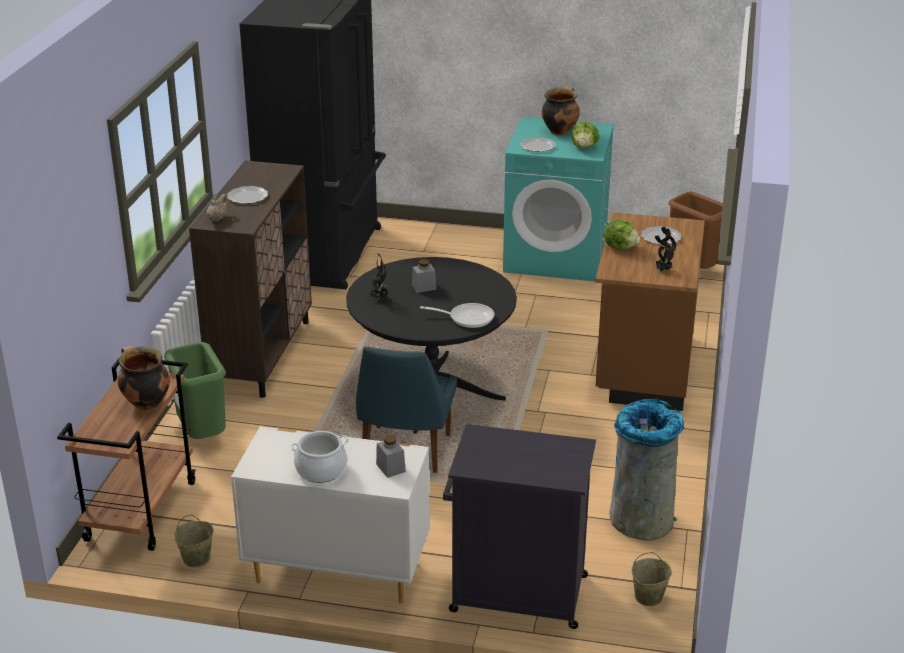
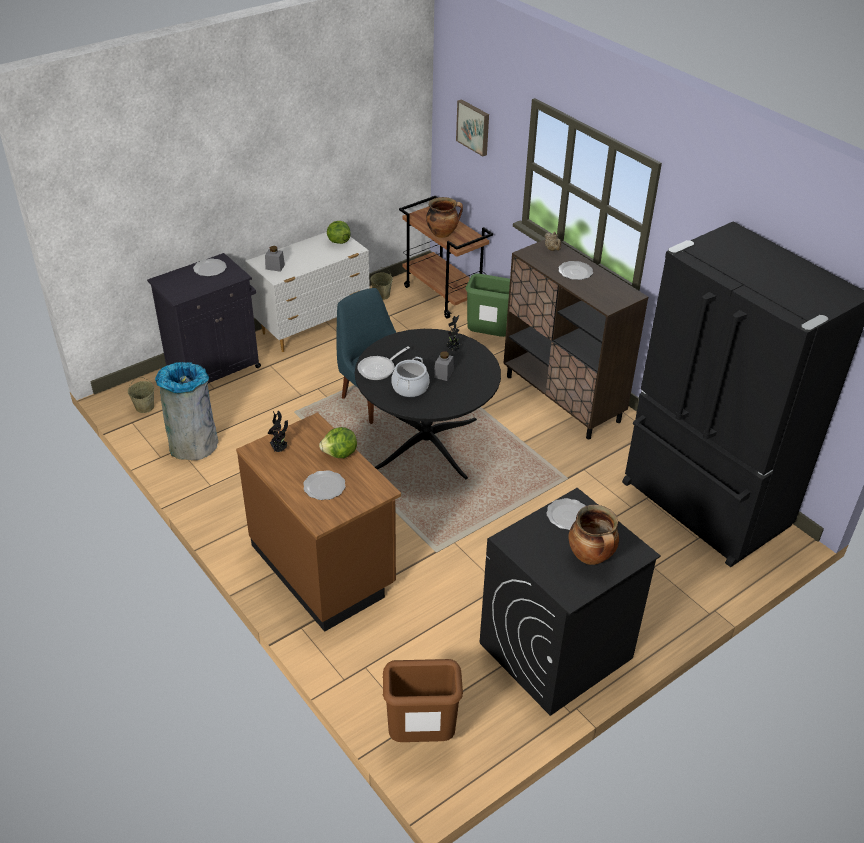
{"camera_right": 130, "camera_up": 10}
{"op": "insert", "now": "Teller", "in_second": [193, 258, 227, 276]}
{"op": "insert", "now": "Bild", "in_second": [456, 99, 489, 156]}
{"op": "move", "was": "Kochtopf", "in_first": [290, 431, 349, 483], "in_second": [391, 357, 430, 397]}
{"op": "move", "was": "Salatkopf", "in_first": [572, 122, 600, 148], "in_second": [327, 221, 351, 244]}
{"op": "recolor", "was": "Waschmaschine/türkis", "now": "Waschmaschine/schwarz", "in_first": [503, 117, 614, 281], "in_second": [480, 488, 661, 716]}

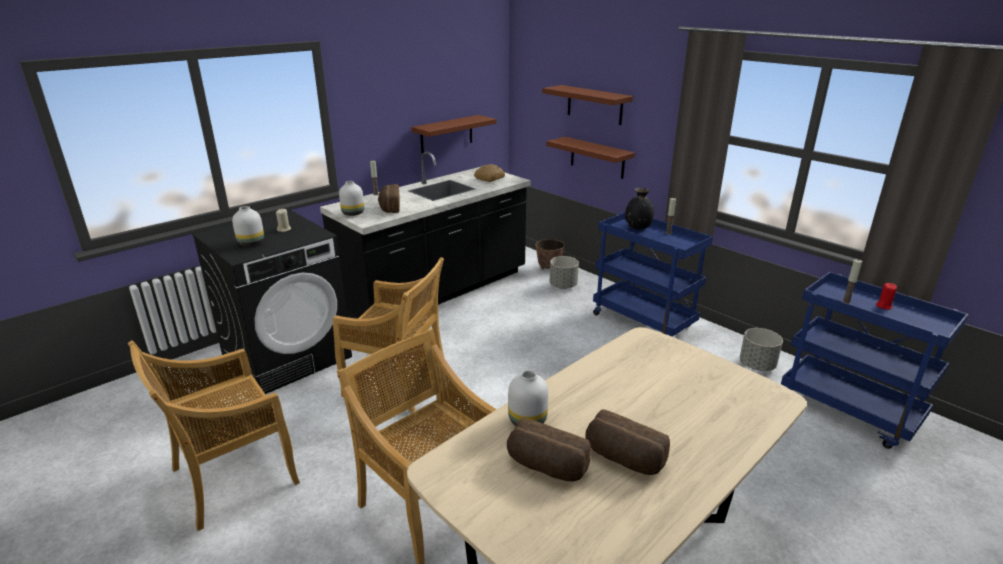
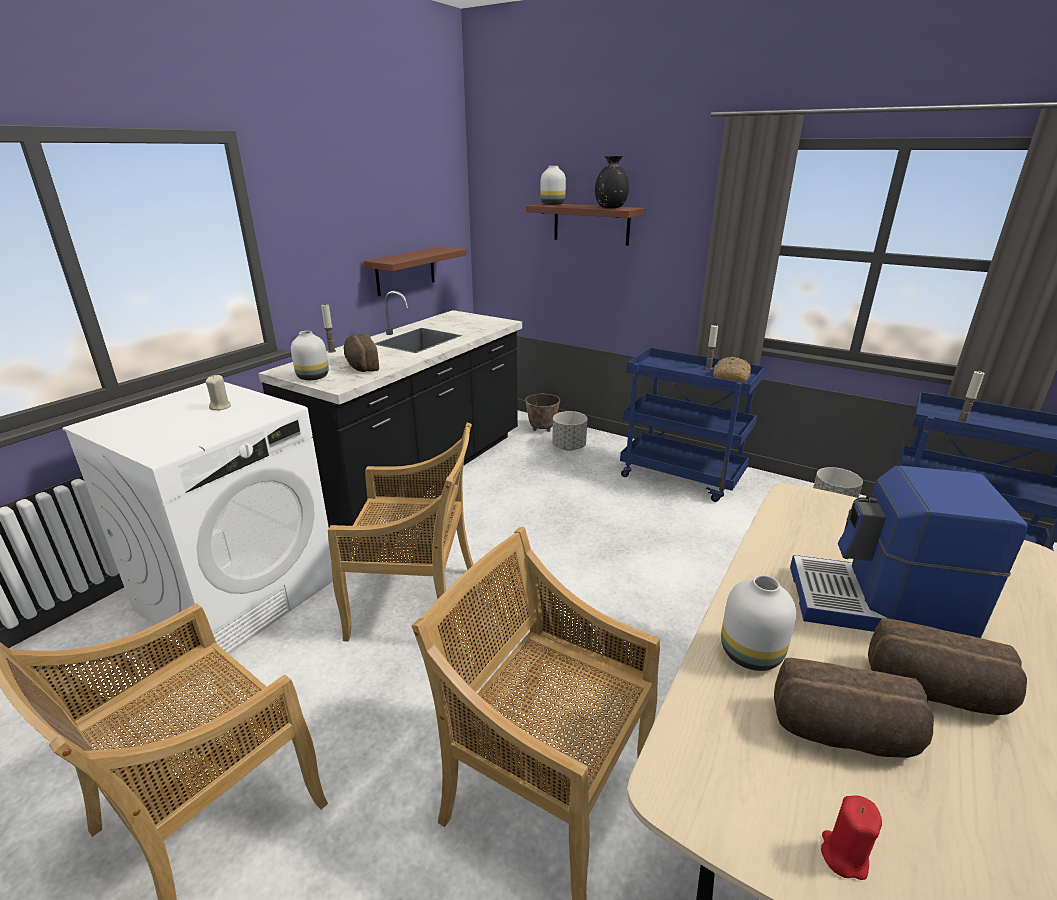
{"camera_right": -15, "camera_up": 0}
{"op": "delete", "was": "Wandregal/braun", "in_first": [546, 137, 635, 179]}
{"op": "insert", "now": "Kaffeemaschine", "in_second": [790, 465, 1028, 638]}
{"op": "move", "was": "Vase/weiß", "in_first": [232, 206, 264, 247], "in_second": [540, 166, 566, 205]}
{"op": "move", "was": "Brot", "in_first": [474, 164, 505, 182], "in_second": [713, 357, 751, 383]}
{"op": "move", "was": "Vase/schwarz", "in_first": [625, 188, 654, 230], "in_second": [595, 156, 629, 208]}
{"op": "move", "was": "Kerze/rot", "in_first": [876, 283, 897, 310], "in_second": [821, 796, 882, 880]}
{"op": "recolor", "was": "Waschmaschine/schwarz", "now": "Waschmaschine/weiß", "in_first": [192, 210, 352, 394], "in_second": [62, 382, 333, 654]}

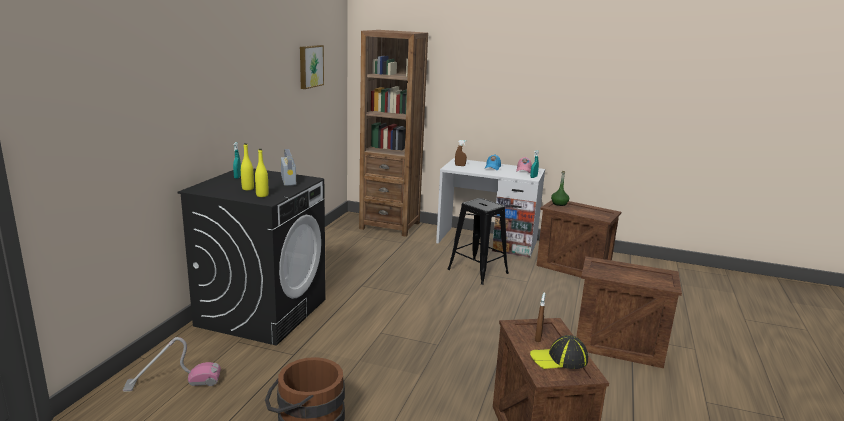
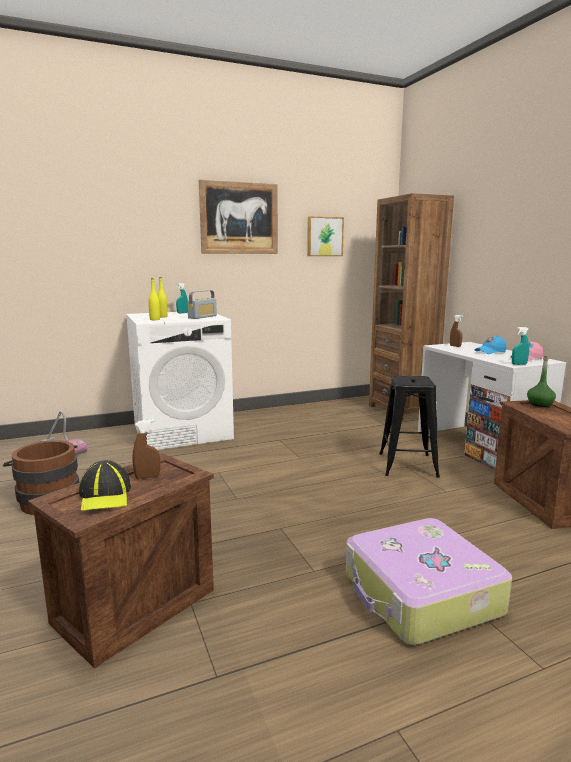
{"camera_right": 50, "camera_up": -5}
{"op": "insert", "now": "Bild", "in_second": [199, 179, 278, 254]}
{"op": "replace", "was": "Kiste", "now": "Koffer", "in_first": [576, 256, 682, 368], "in_second": [346, 518, 512, 645]}
{"op": "recolor", "was": "Waschmaschine/schwarz", "now": "Waschmaschine/weiß", "in_first": [178, 169, 326, 346], "in_second": [126, 312, 234, 450]}
{"op": "rotate", "was": "Kappe", "in_first": [530, 335, 588, 369], "in_second": [79, 460, 131, 511], "clockwise": -150}

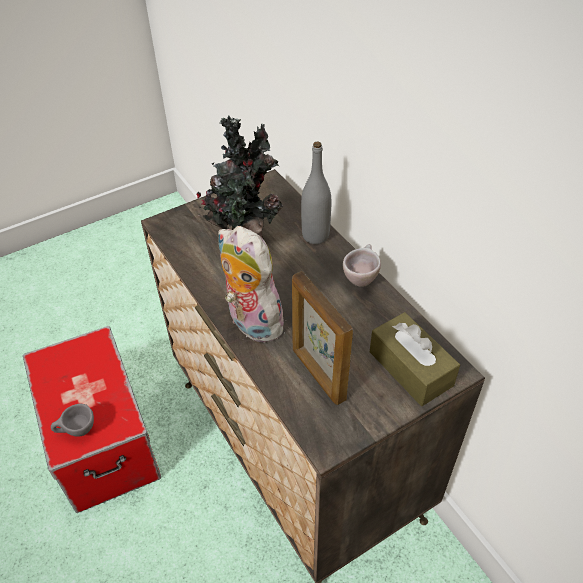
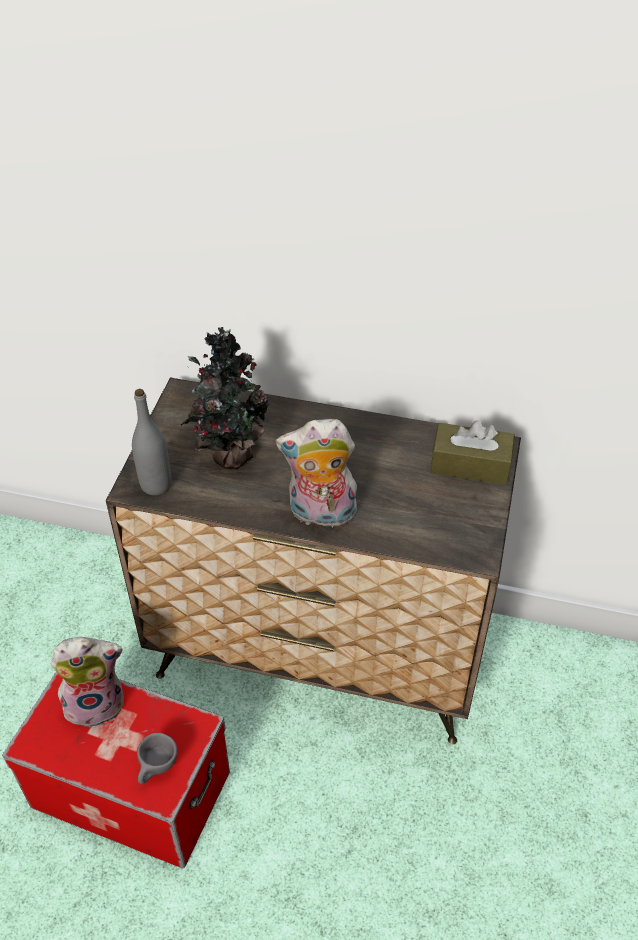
{"camera_right": -45, "camera_up": 0}
{"op": "delete", "was": "Bilderrahmen", "in_first": [292, 271, 353, 405]}
{"op": "delete", "was": "Tasse/beige", "in_first": [343, 244, 381, 287]}
{"op": "insert", "now": "Plüschtier", "in_second": [51, 637, 124, 728]}
{"op": "move", "was": "Flasche/grau", "in_first": [301, 141, 331, 244], "in_second": [132, 389, 171, 495]}

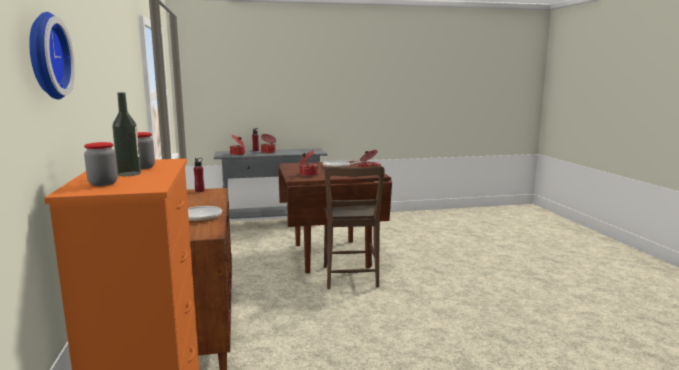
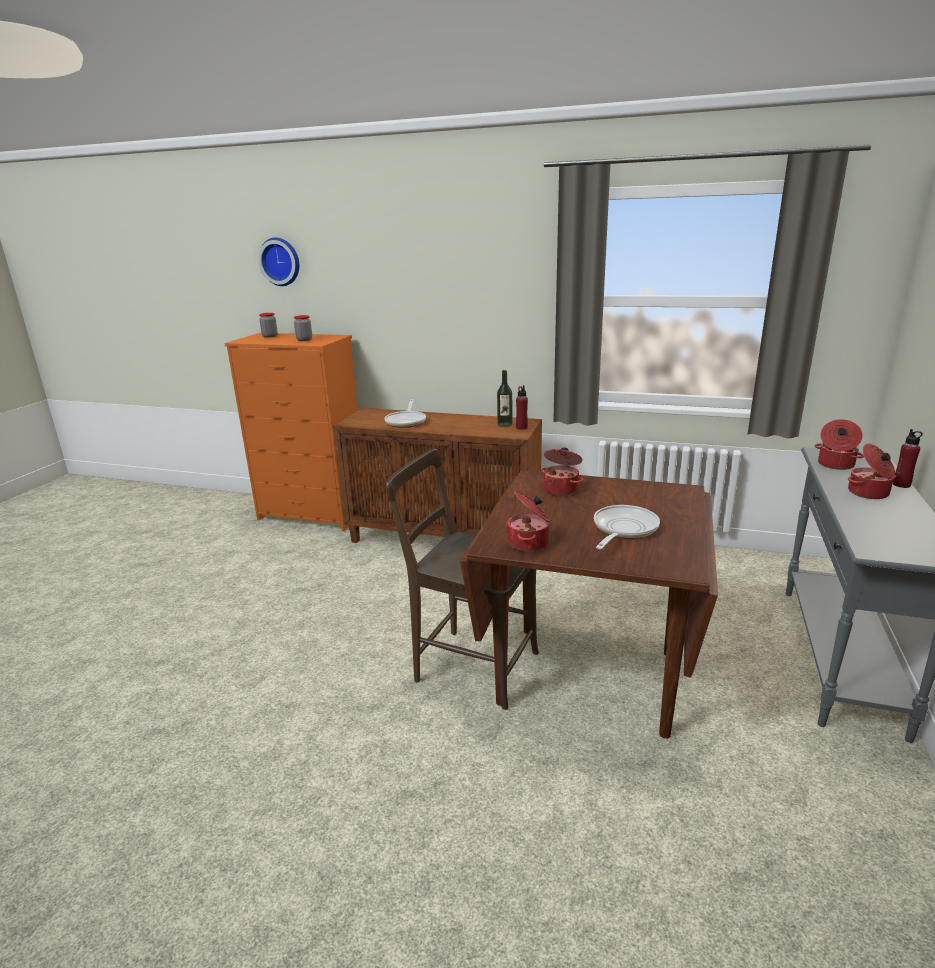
{"camera_right": 120, "camera_up": 10}
{"op": "move", "was": "Flasche", "in_first": [112, 92, 141, 176], "in_second": [497, 370, 512, 427]}

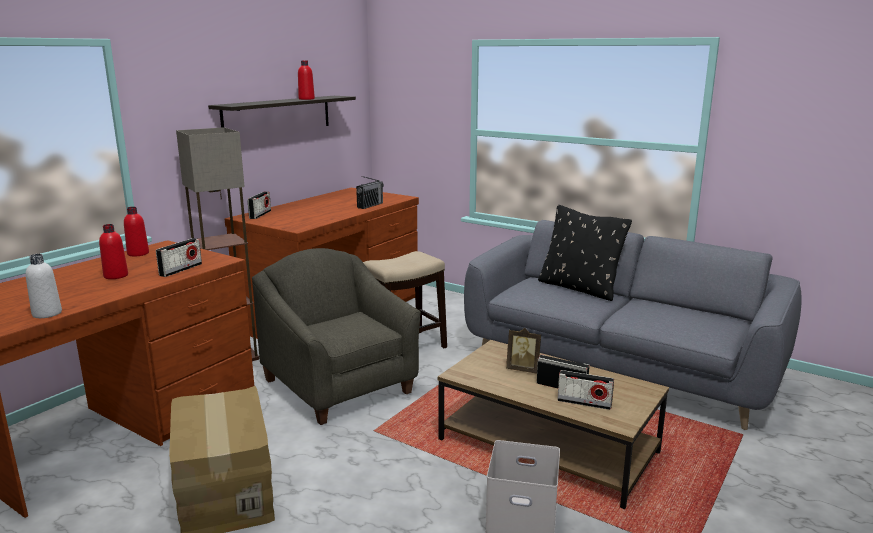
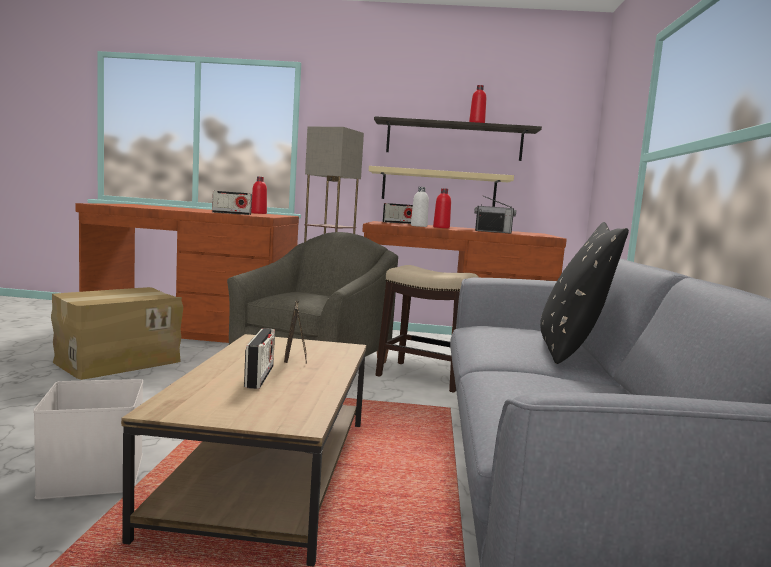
{"camera_right": 60, "camera_up": -10}
{"op": "delete", "was": "Radio", "in_first": [557, 370, 614, 410]}
{"op": "insert", "now": "Wandregal/beige", "in_second": [369, 166, 514, 207]}
{"op": "move", "was": "Flasche/weiß", "in_first": [26, 254, 62, 318], "in_second": [411, 187, 429, 227]}
{"op": "move", "was": "Flasche/rot", "in_first": [99, 224, 128, 279], "in_second": [433, 188, 451, 228]}

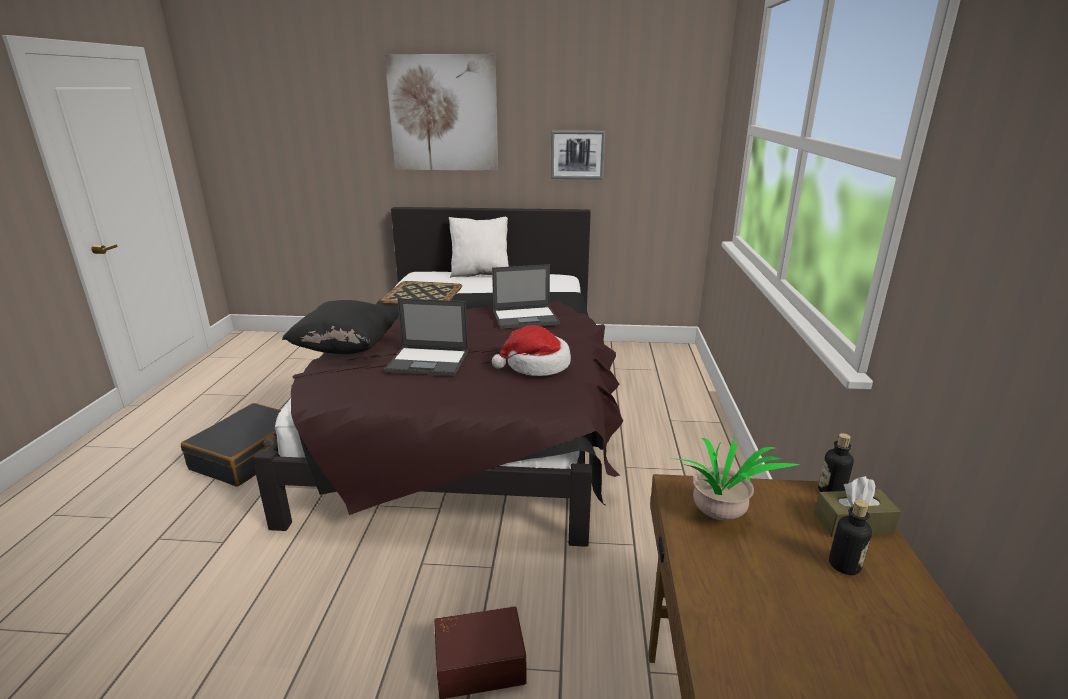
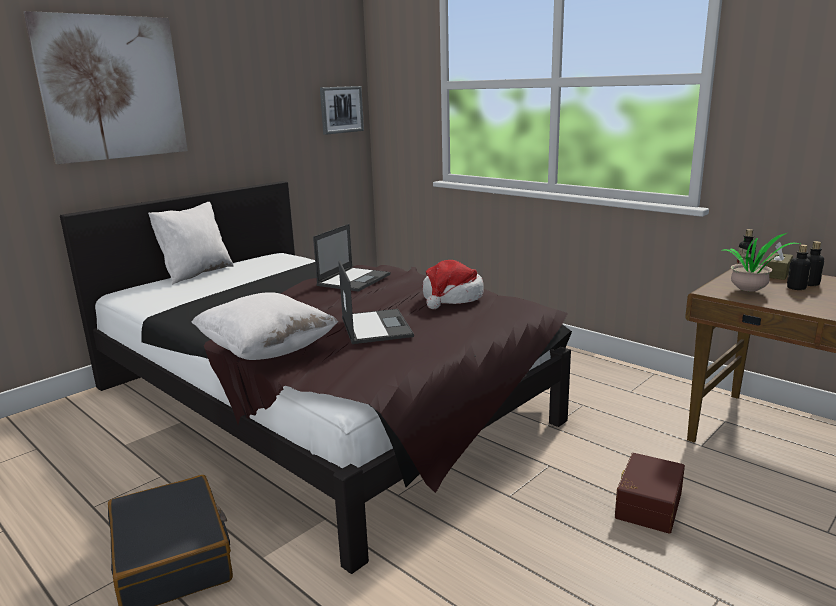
{"camera_right": -50, "camera_up": -5}
{"op": "delete", "was": "Tablett", "in_first": [380, 281, 462, 304]}
{"op": "insert", "now": "Flasche", "in_second": [787, 244, 811, 290]}
{"op": "move", "was": "Bild", "in_first": [551, 130, 605, 180], "in_second": [320, 86, 364, 135]}
{"op": "recolor", "was": "Kissen/schwarz", "now": "Kissen/weiß", "in_first": [282, 300, 399, 354], "in_second": [192, 292, 338, 360]}
{"op": "rotate", "was": "Laptop", "in_first": [384, 298, 468, 376], "in_second": [338, 261, 414, 344], "clockwise": -60}

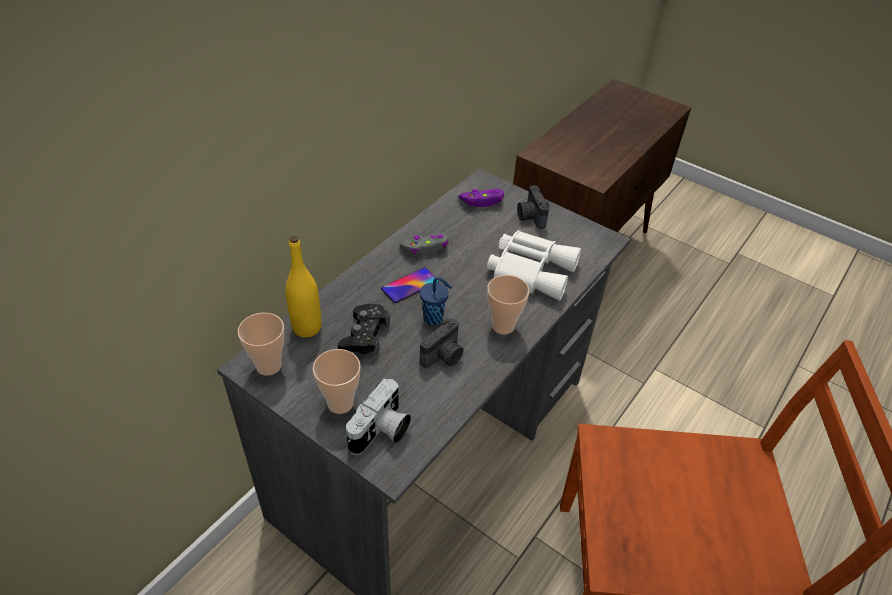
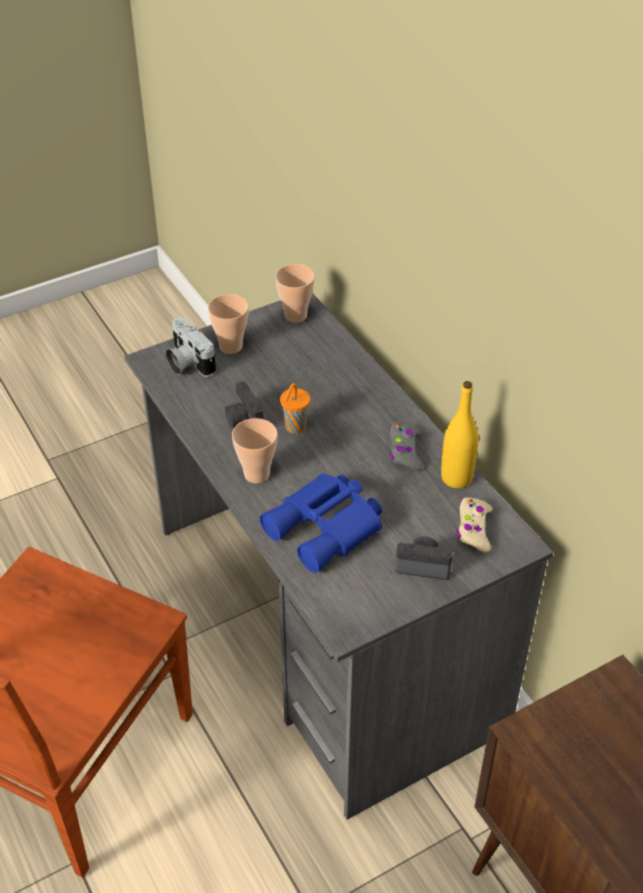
{"camera_right": 115, "camera_up": 0}
{"op": "delete", "was": "Gamepad/schwarz", "in_first": [338, 303, 390, 355]}
{"op": "delete", "was": "Handy", "in_first": [381, 267, 439, 303]}
{"op": "move", "was": "Flasche/gelb", "in_first": [285, 236, 321, 338], "in_second": [441, 381, 479, 488]}
{"op": "recolor", "was": "Tasse/blau", "now": "Tasse/orange", "in_first": [420, 277, 452, 325], "in_second": [280, 383, 310, 434]}
{"op": "recolor", "was": "Gamepad/lila", "now": "Gamepad/beige", "in_first": [459, 189, 504, 207], "in_second": [457, 497, 492, 553]}
{"op": "recolor", "was": "Fernglas/weiß", "now": "Fernglas/blau", "in_first": [487, 230, 581, 301], "in_second": [260, 474, 382, 573]}

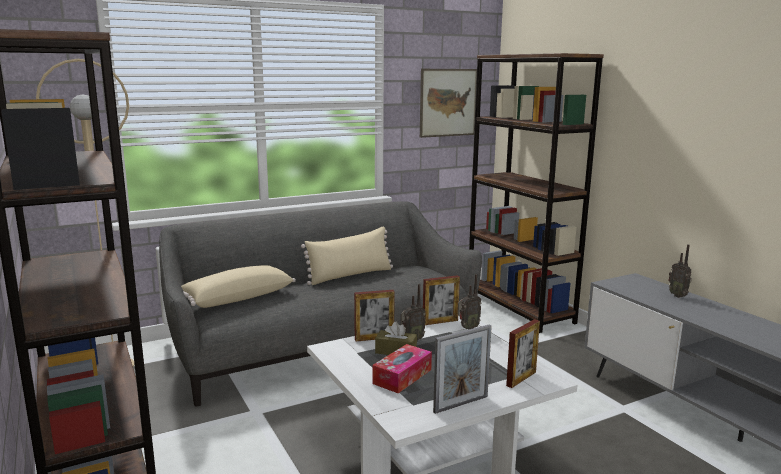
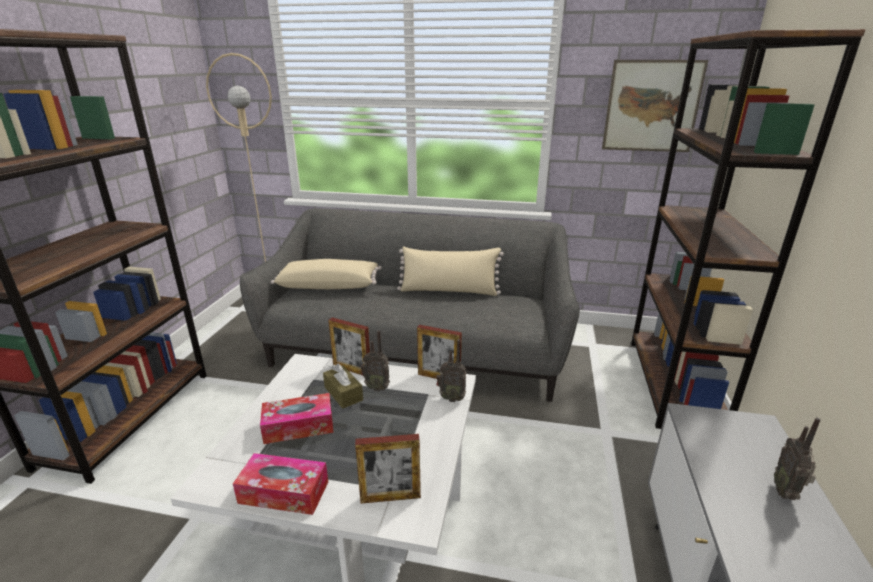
{"camera_right": 40, "camera_up": 10}
{"op": "replace", "was": "Bilderrahmen", "now": "Taschentuchbox", "in_first": [433, 325, 492, 414], "in_second": [233, 453, 328, 515]}

